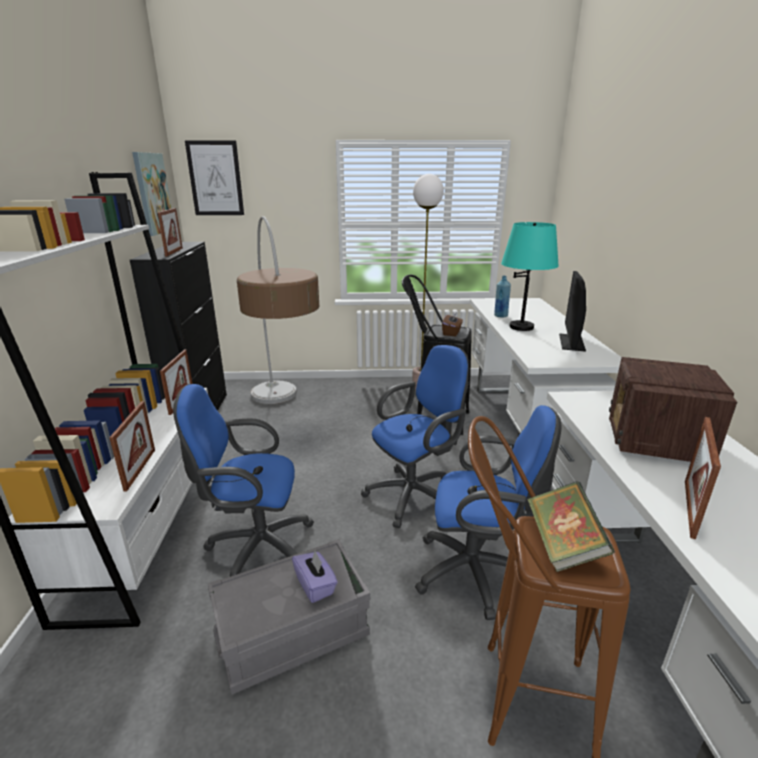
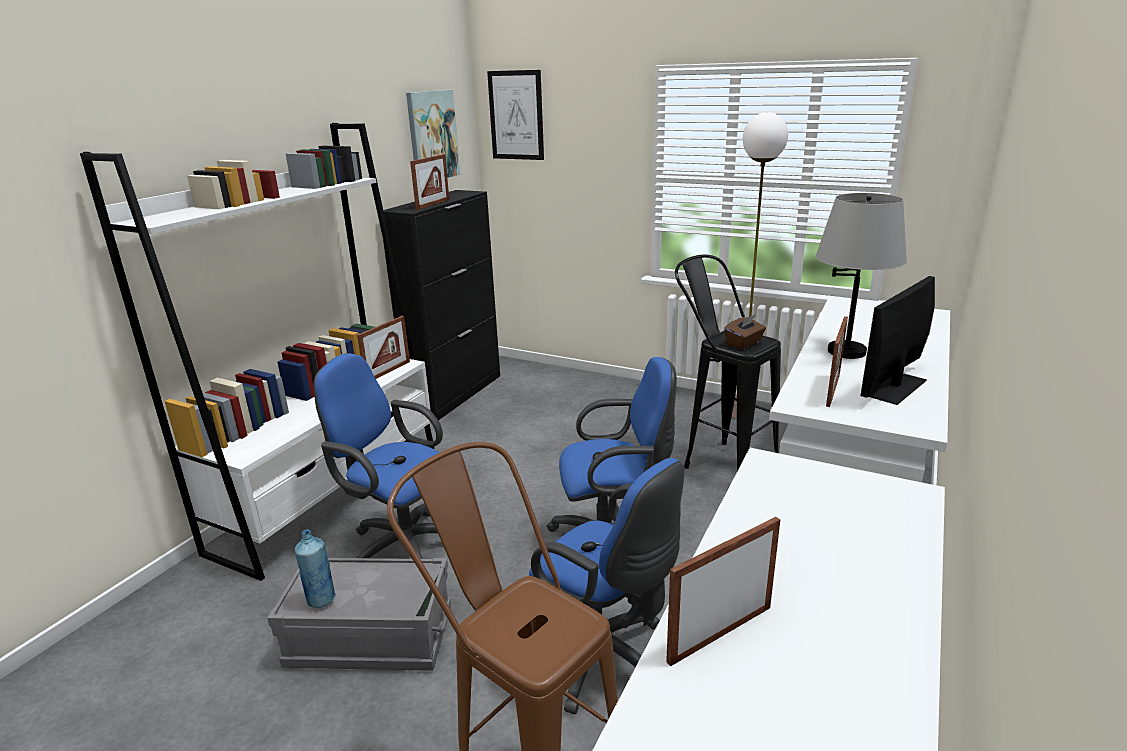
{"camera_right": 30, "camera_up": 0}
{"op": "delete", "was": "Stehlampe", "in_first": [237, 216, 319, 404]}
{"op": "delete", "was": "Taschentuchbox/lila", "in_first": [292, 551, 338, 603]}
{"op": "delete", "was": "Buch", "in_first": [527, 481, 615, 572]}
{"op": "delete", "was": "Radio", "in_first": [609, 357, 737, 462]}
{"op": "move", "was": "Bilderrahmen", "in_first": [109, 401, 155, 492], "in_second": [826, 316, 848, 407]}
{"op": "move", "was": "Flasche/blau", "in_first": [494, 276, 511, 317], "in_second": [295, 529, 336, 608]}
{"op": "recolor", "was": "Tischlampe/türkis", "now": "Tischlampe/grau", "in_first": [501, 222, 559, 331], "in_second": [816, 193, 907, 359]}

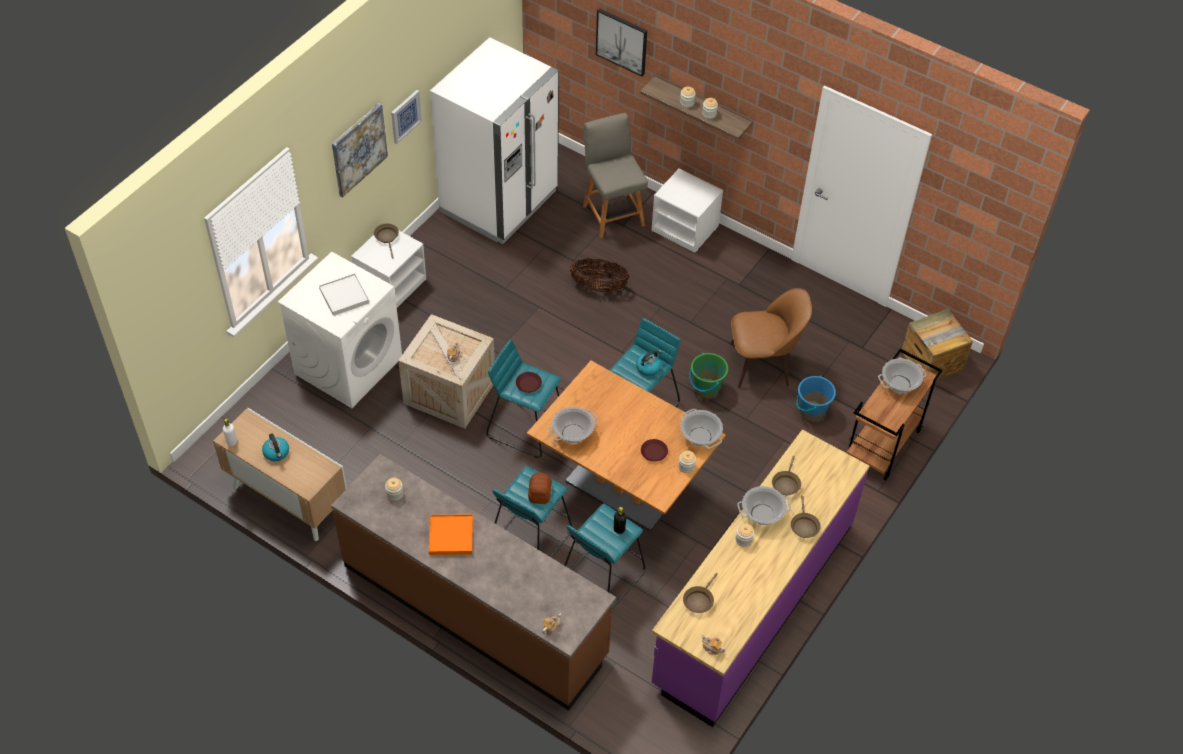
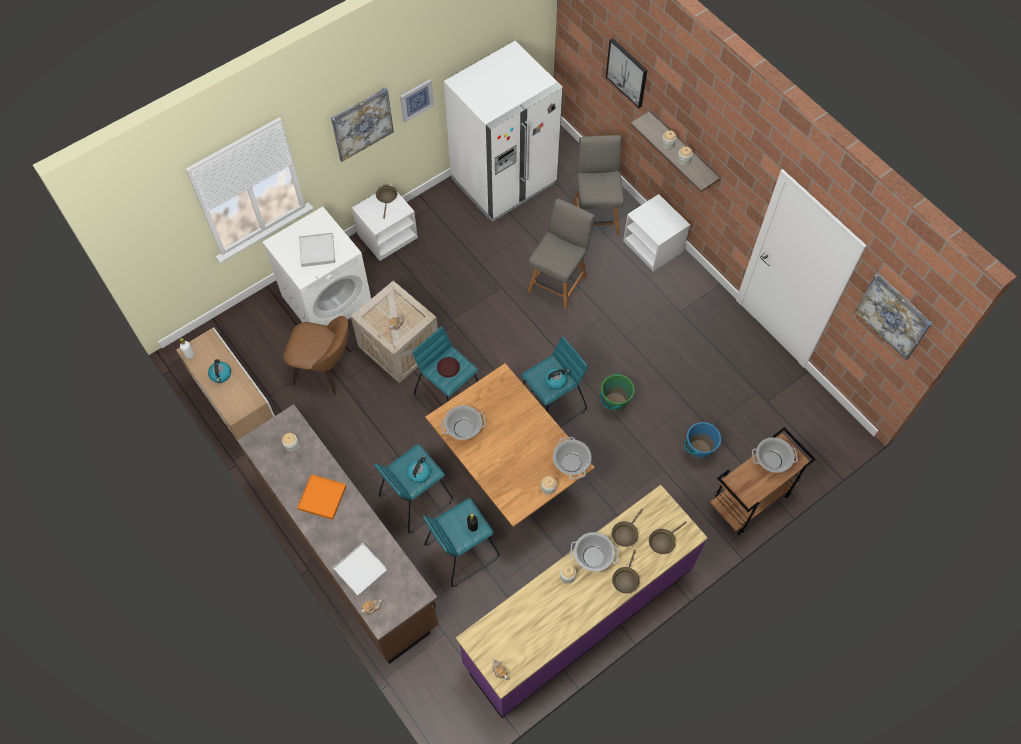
{"camera_right": 20, "camera_up": 10}
{"op": "delete", "was": "Teller/braun", "in_first": [641, 439, 668, 462]}
{"op": "delete", "was": "Kiste", "in_first": [902, 309, 973, 379]}
{"op": "insert", "now": "Tablett/weiß", "in_second": [333, 543, 388, 597]}
{"op": "insert", "now": "Bild", "in_second": [855, 273, 932, 360]}
{"op": "move", "was": "Pfanne/braun", "in_first": [683, 573, 718, 613], "in_second": [649, 521, 687, 554]}
{"op": "move", "was": "Stuhl/braun", "in_first": [730, 288, 812, 389], "in_second": [284, 316, 352, 395]}
{"op": "replace", "was": "Brot", "now": "Wasserkessel", "in_first": [528, 473, 552, 504], "in_second": [407, 455, 430, 483]}
{"op": "replace", "was": "Korb", "now": "Stuhl/grau", "in_first": [570, 258, 630, 292], "in_second": [528, 198, 595, 310]}

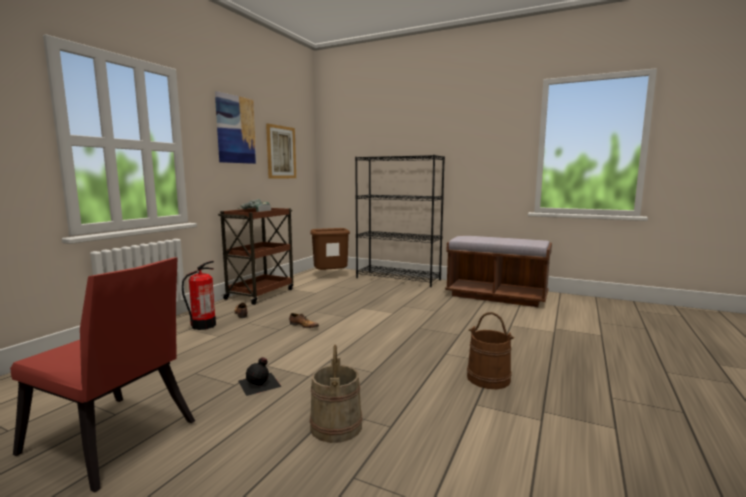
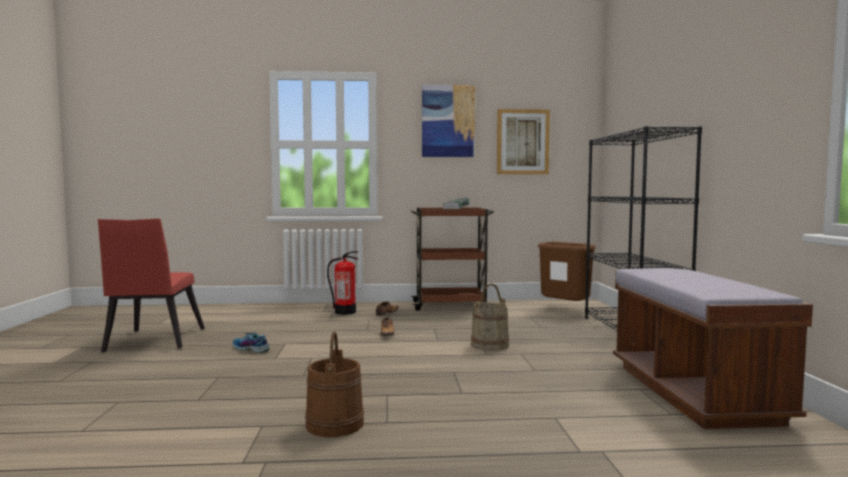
{"camera_right": 60, "camera_up": -5}
{"op": "move", "was": "Eimer/beige", "in_first": [310, 345, 362, 443], "in_second": [471, 283, 509, 351]}
{"op": "replace", "was": "Flasche/schwarz", "now": "Schuh", "in_first": [238, 357, 282, 396], "in_second": [233, 333, 269, 353]}

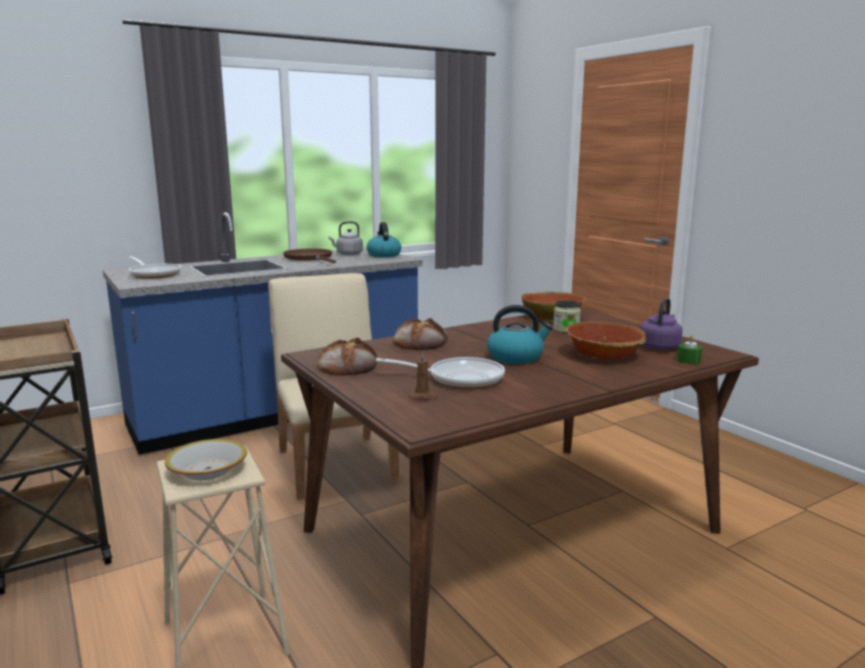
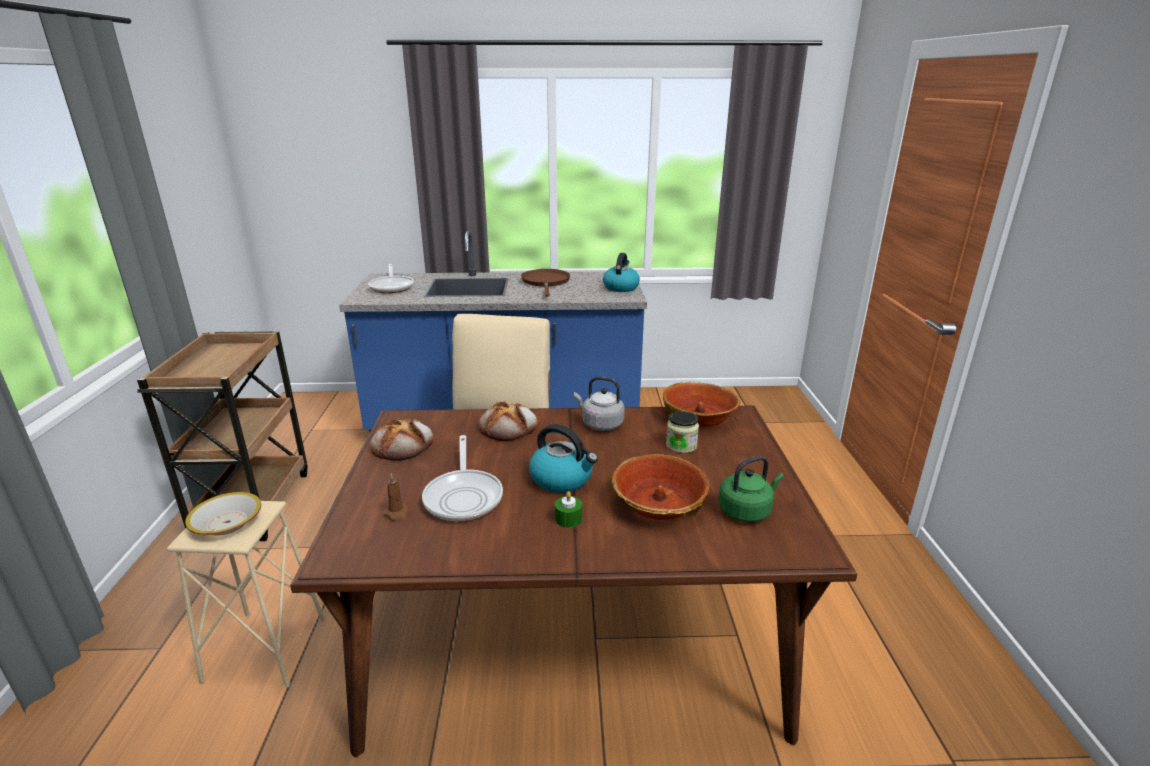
{"camera_right": 30, "camera_up": 10}
{"op": "move", "was": "Wasserkessel/grau", "in_first": [329, 221, 363, 255], "in_second": [574, 376, 625, 431]}
{"op": "move", "was": "Kerze/grün", "in_first": [677, 335, 703, 364], "in_second": [555, 491, 582, 528]}
{"op": "recolor", "was": "Wasserkessel/lila", "now": "Wasserkessel/grün", "in_first": [639, 297, 683, 351], "in_second": [718, 456, 784, 522]}
{"op": "rotate", "was": "Pfanne", "in_first": [376, 357, 505, 388], "in_second": [422, 435, 503, 521], "clockwise": 45}

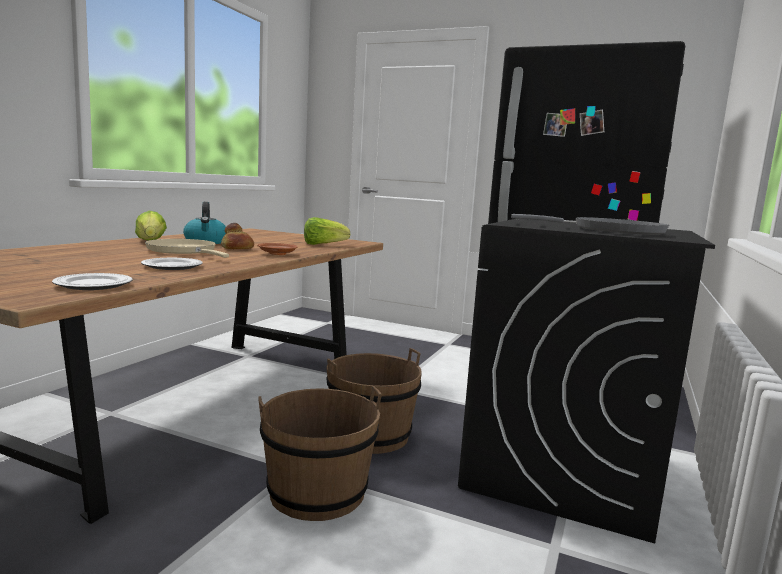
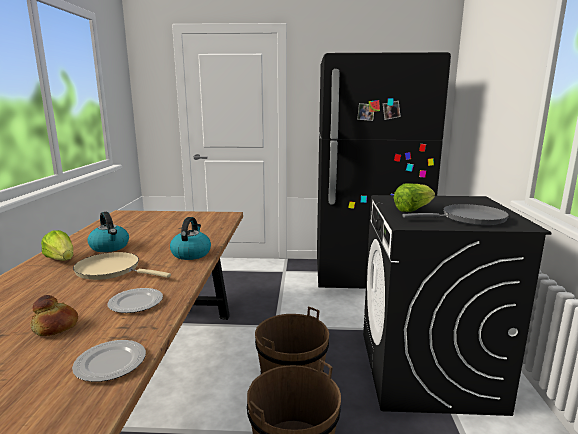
{"camera_right": -20, "camera_up": 5}
{"op": "move", "was": "Brot", "in_first": [221, 223, 254, 249], "in_second": [30, 295, 78, 336]}
{"op": "move", "was": "Salatkopf", "in_first": [304, 217, 350, 245], "in_second": [394, 183, 435, 212]}
{"op": "replace", "was": "Teller/braun", "now": "Wasserkessel", "in_first": [257, 243, 298, 255], "in_second": [170, 217, 211, 260]}

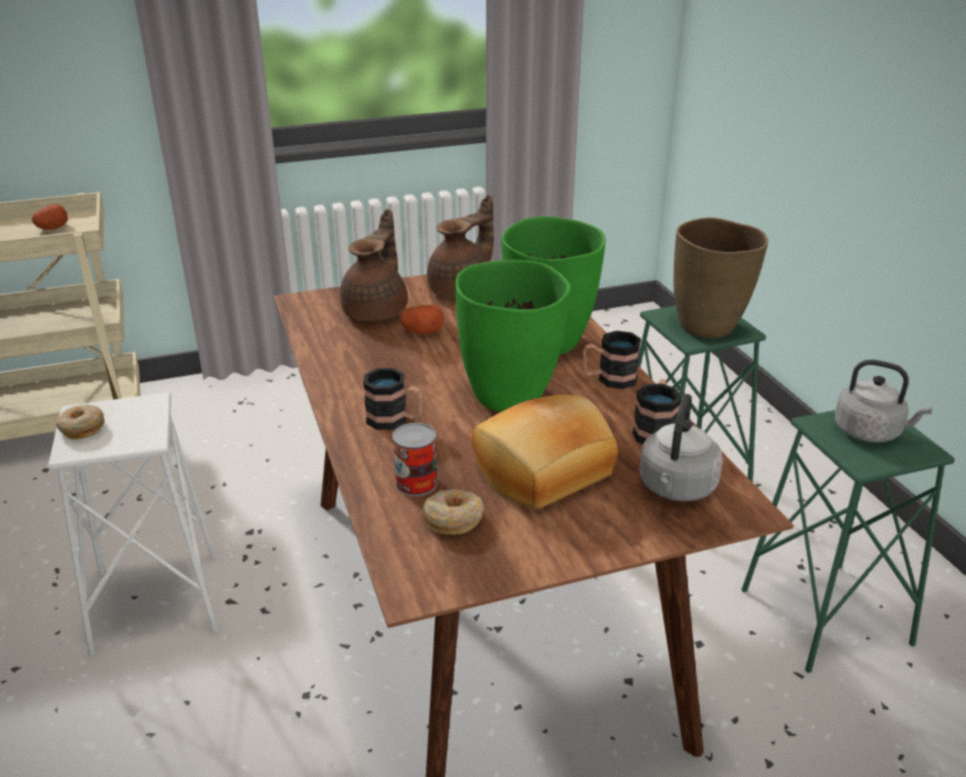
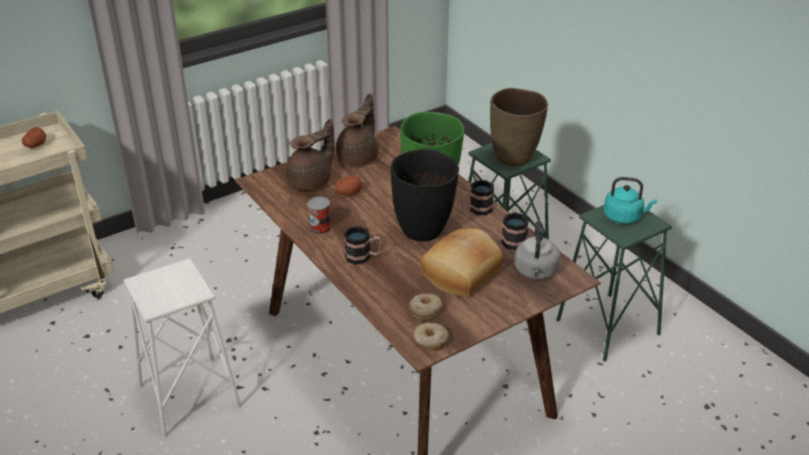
{"camera_right": -15, "camera_up": 5}
{"op": "move", "was": "Donut", "in_first": [55, 404, 105, 440], "in_second": [414, 323, 449, 351]}
{"op": "move", "was": "Dose", "in_first": [392, 423, 438, 496], "in_second": [307, 196, 331, 235]}
{"op": "recolor", "was": "Vase/grün", "now": "Vase/schwarz", "in_first": [455, 260, 571, 412], "in_second": [391, 149, 459, 242]}
{"op": "recolor", "was": "Wasserkessel/grau", "now": "Wasserkessel/türkis", "in_first": [835, 360, 933, 443], "in_second": [604, 177, 657, 224]}
{"op": "rotate", "was": "Teekanne/braun", "in_first": [340, 209, 408, 321], "in_second": [286, 118, 335, 190], "clockwise": 45}

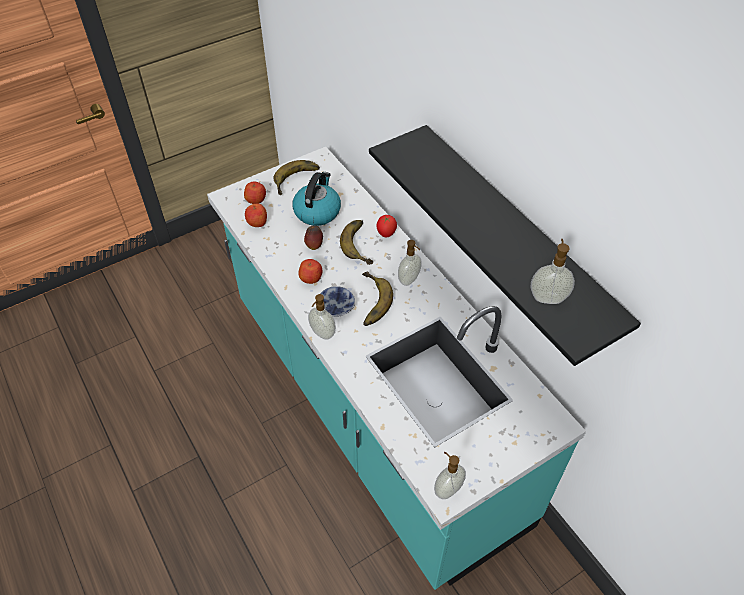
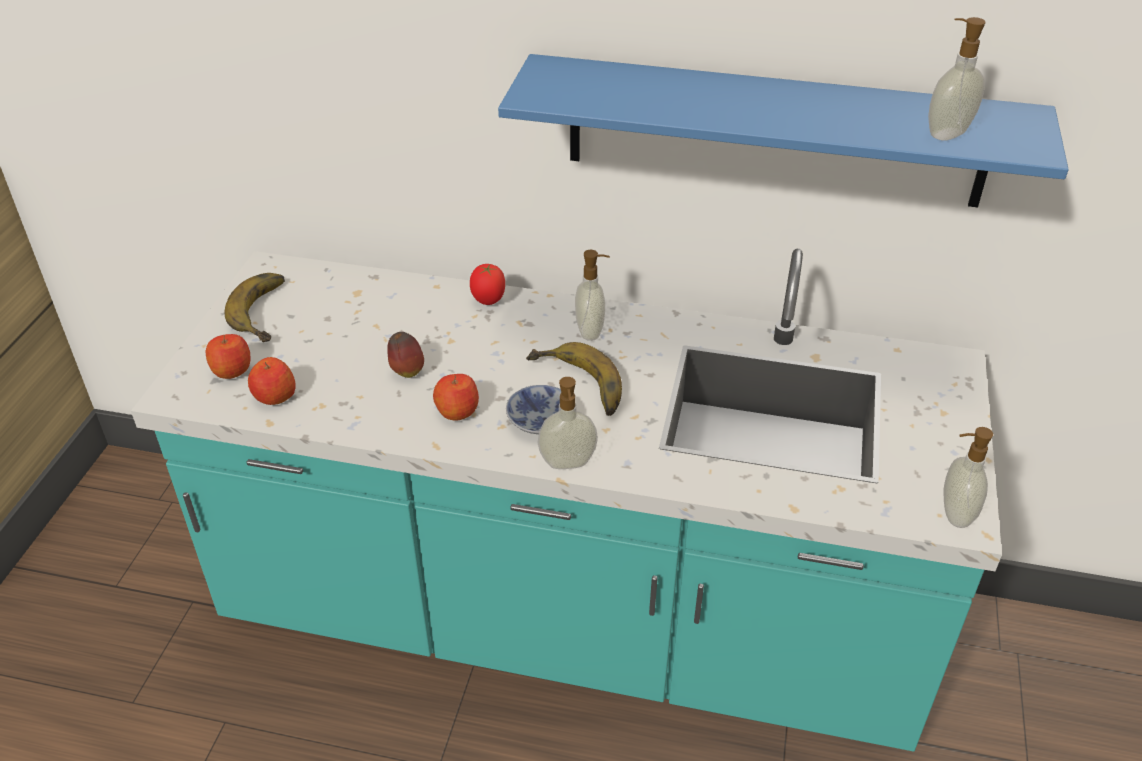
{"camera_right": -45, "camera_up": -10}
{"op": "delete", "was": "Wasserkessel", "in_first": [292, 172, 341, 226]}
{"op": "delete", "was": "Banane", "in_first": [340, 220, 373, 265]}
{"op": "recolor", "was": "Wandregal/schwarz", "now": "Wandregal/blau", "in_first": [369, 125, 641, 366], "in_second": [498, 54, 1069, 207]}

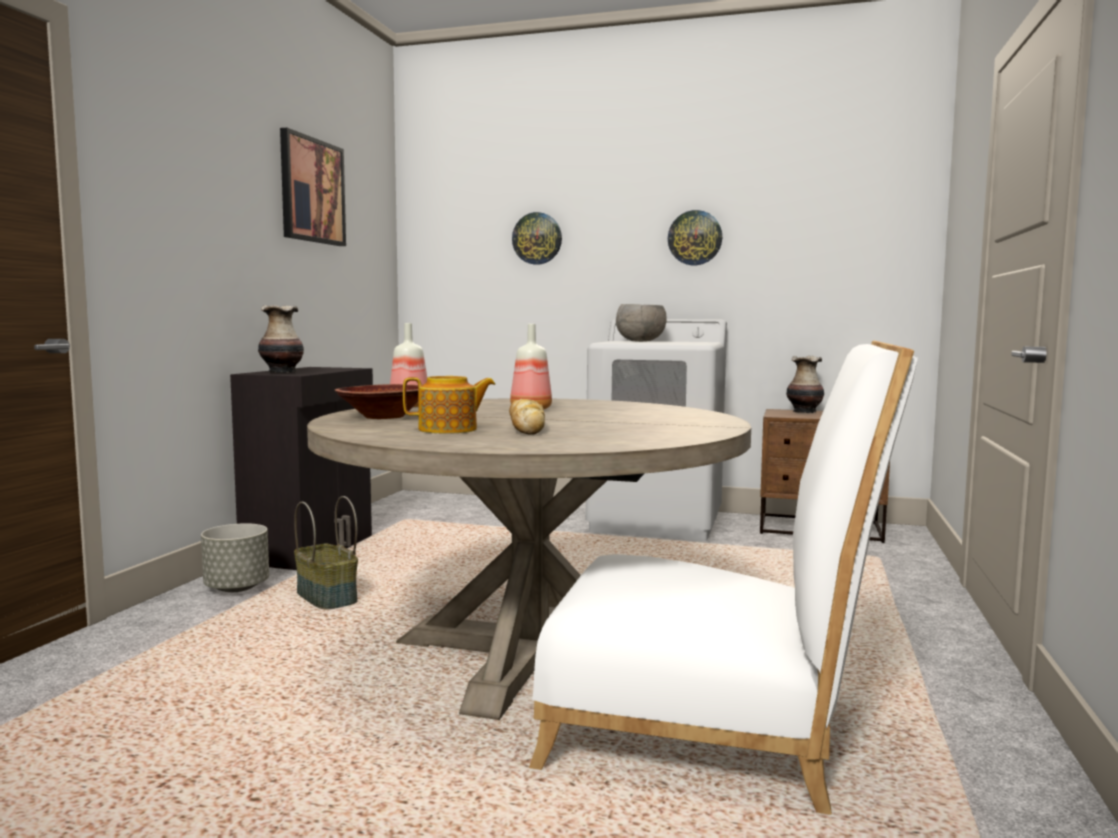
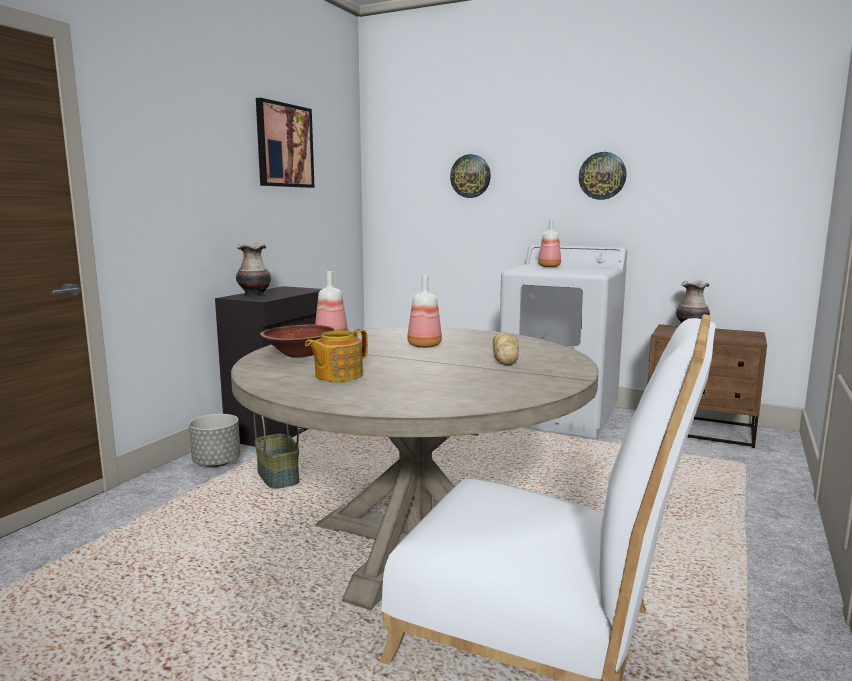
{"camera_right": 10, "camera_up": 5}
{"op": "move", "was": "Brot", "in_first": [509, 399, 545, 435], "in_second": [493, 333, 519, 365]}
{"op": "replace", "was": "Schüssel/grau", "now": "Flasche", "in_first": [616, 304, 667, 342], "in_second": [538, 220, 561, 267]}
{"op": "rotate", "was": "Teekanne", "in_first": [403, 376, 495, 433], "in_second": [305, 329, 368, 382], "clockwise": 135}

